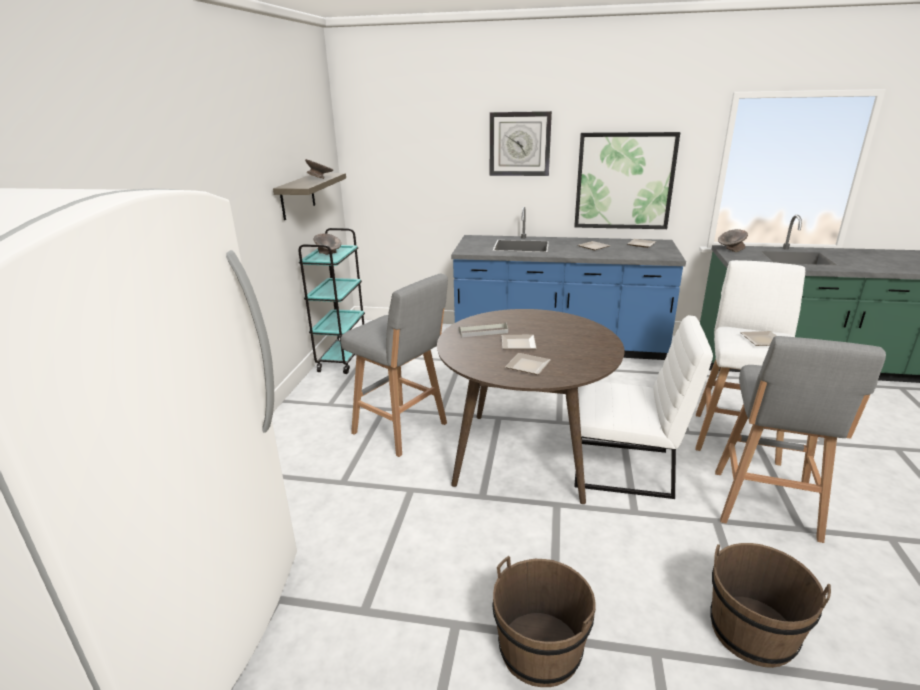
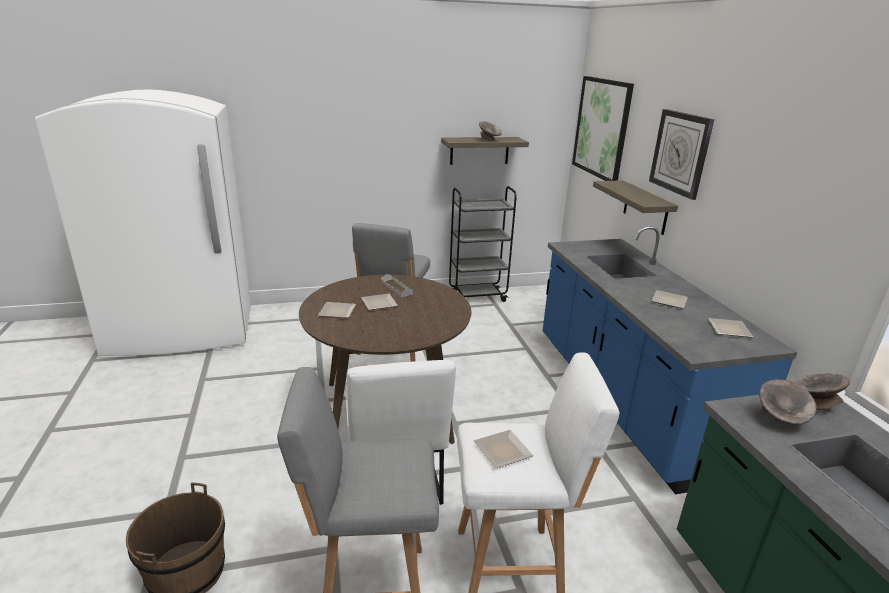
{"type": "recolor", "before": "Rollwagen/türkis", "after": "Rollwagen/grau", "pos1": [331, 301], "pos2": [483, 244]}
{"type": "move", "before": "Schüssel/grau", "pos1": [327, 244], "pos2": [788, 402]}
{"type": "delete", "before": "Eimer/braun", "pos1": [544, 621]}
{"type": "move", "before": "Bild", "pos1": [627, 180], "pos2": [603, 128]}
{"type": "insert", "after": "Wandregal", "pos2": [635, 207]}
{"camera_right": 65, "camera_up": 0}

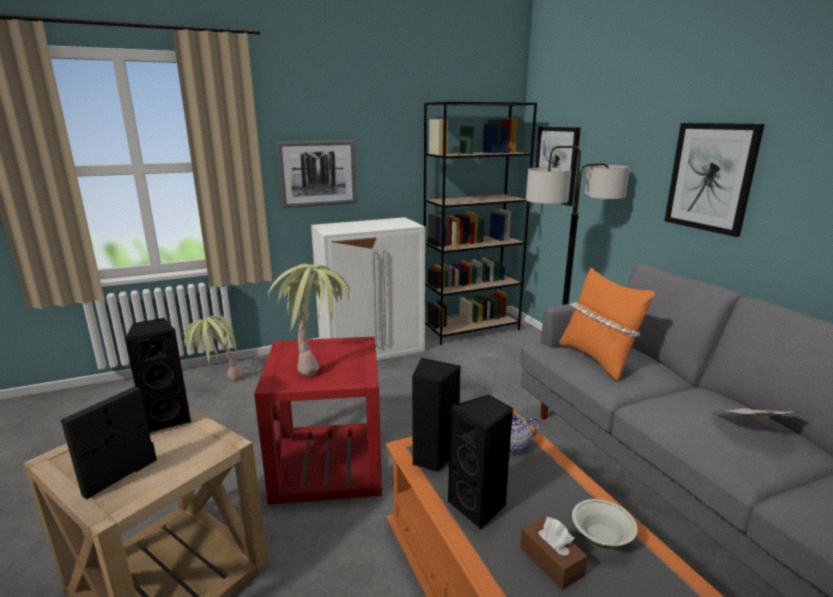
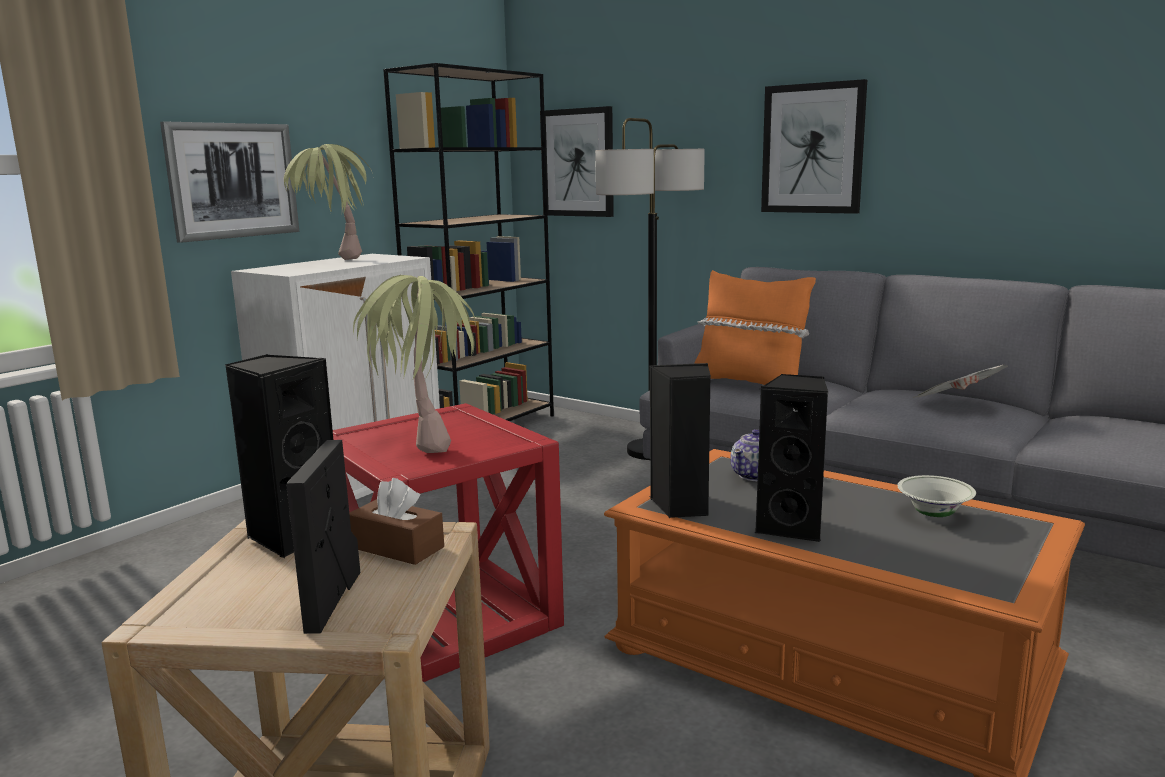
{"type": "move", "before": "Topfpflanze", "pos1": [212, 347], "pos2": [328, 202]}
{"type": "move", "before": "Taschentuchbox/braun", "pos1": [554, 553], "pos2": [396, 521]}
{"camera_right": -30, "camera_up": -5}

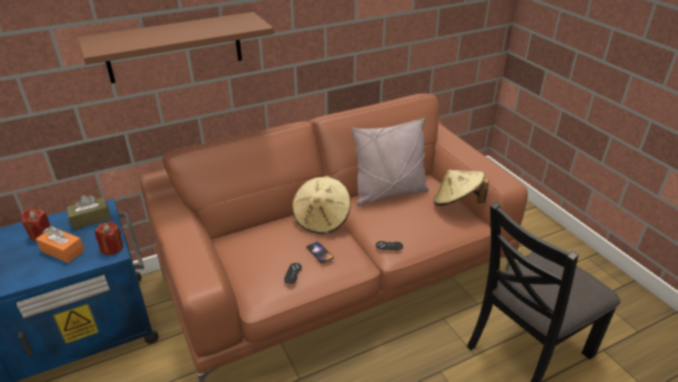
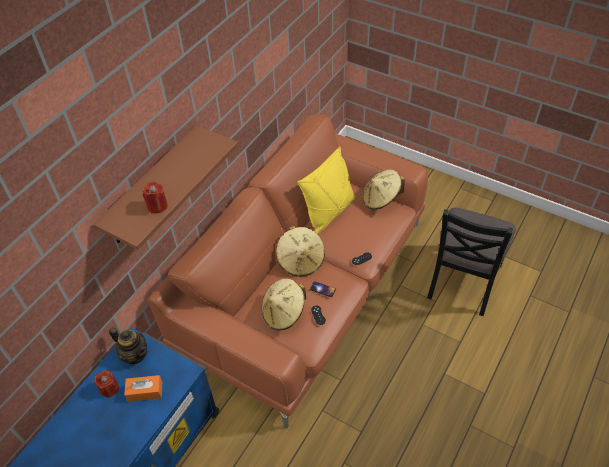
{"type": "replace", "before": "Taschentuchbox/braun", "after": "Teekanne", "pos1": [88, 212], "pos2": [128, 345]}
{"type": "move", "before": "Kerze/rot", "pos1": [109, 238], "pos2": [155, 198]}
{"type": "recolor", "before": "Kissen/lila", "after": "Kissen/gelb", "pos1": [390, 162], "pos2": [326, 190]}
{"type": "insert", "after": "Hut/beige", "pos2": [283, 304]}
{"camera_right": -30, "camera_up": 15}

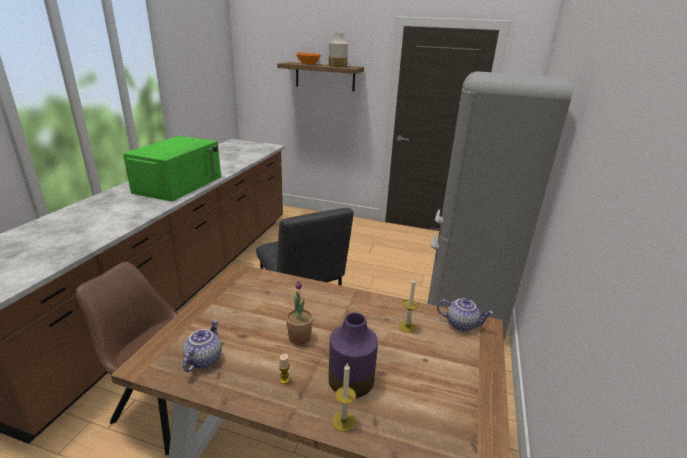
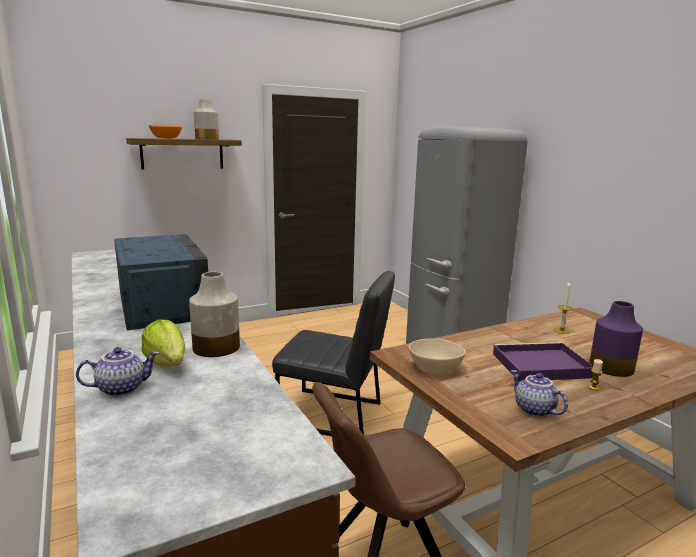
{"type": "recolor", "before": "Mikrowelle/grün", "after": "Mikrowelle/blau", "pos1": [172, 169], "pos2": [161, 282]}
{"type": "replace", "before": "Topfpflanze", "after": "Tablett/lila", "pos1": [299, 313], "pos2": [543, 361]}
{"type": "delete", "before": "Kerze", "pos1": [344, 397]}
{"type": "move", "before": "Teekanne", "pos1": [465, 314], "pos2": [117, 371]}
{"type": "insert", "after": "Salatkopf", "pos2": [163, 343]}
{"type": "insert", "after": "Vase/beige", "pos2": [214, 314]}
{"type": "insert", "after": "Schüssel/beige", "pos2": [437, 355]}
{"camera_right": -45, "camera_up": -10}

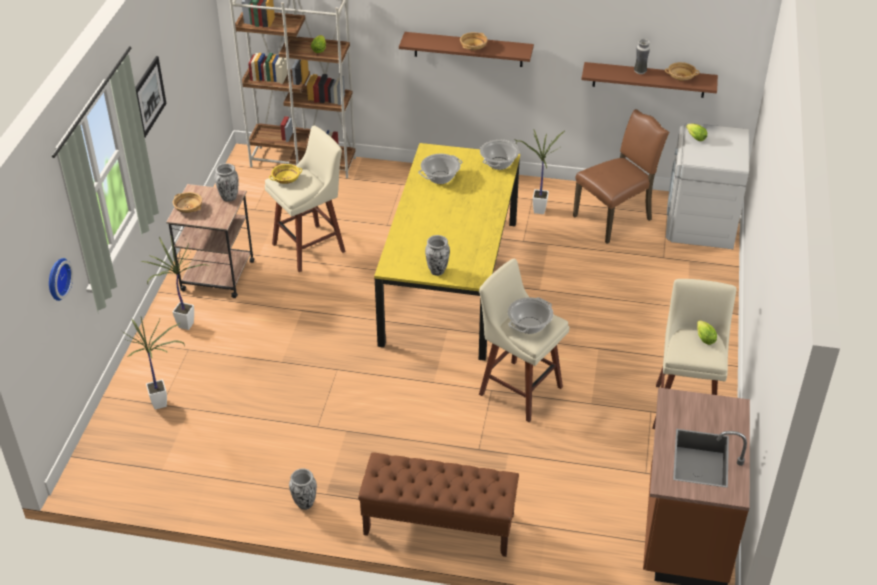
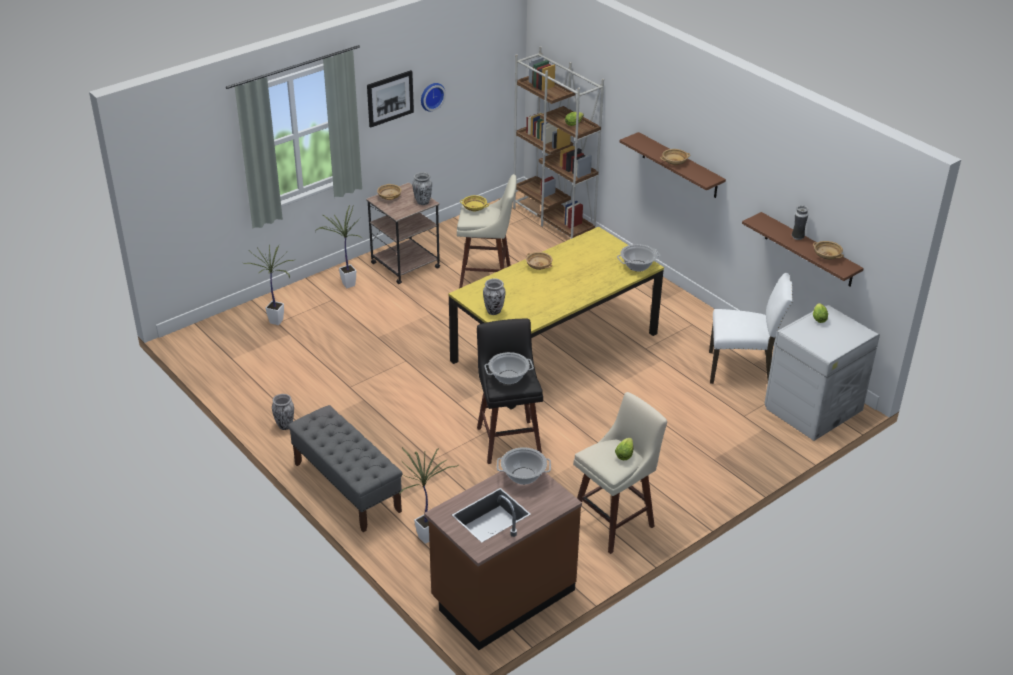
{"type": "move", "before": "Wanduhr", "pos1": [61, 279], "pos2": [433, 97]}
{"type": "recolor", "before": "Bank/braun", "after": "Bank/grau", "pos1": [438, 504], "pos2": [345, 468]}
{"type": "move", "before": "Kochtopf", "pos1": [440, 169], "pos2": [524, 466]}
{"type": "recolor", "before": "Hocker/beige", "after": "Hocker/schwarz", "pos1": [524, 340], "pos2": [510, 391]}
{"type": "move", "before": "Topfpflanze", "pos1": [539, 172], "pos2": [428, 495]}
{"type": "recolor", "before": "Stuhl/braun", "after": "Stuhl/weiß", "pos1": [621, 176], "pos2": [751, 328]}
{"type": "insert", "after": "Schüssel/beige", "pos2": [539, 261]}
{"camera_right": 40, "camera_up": -5}

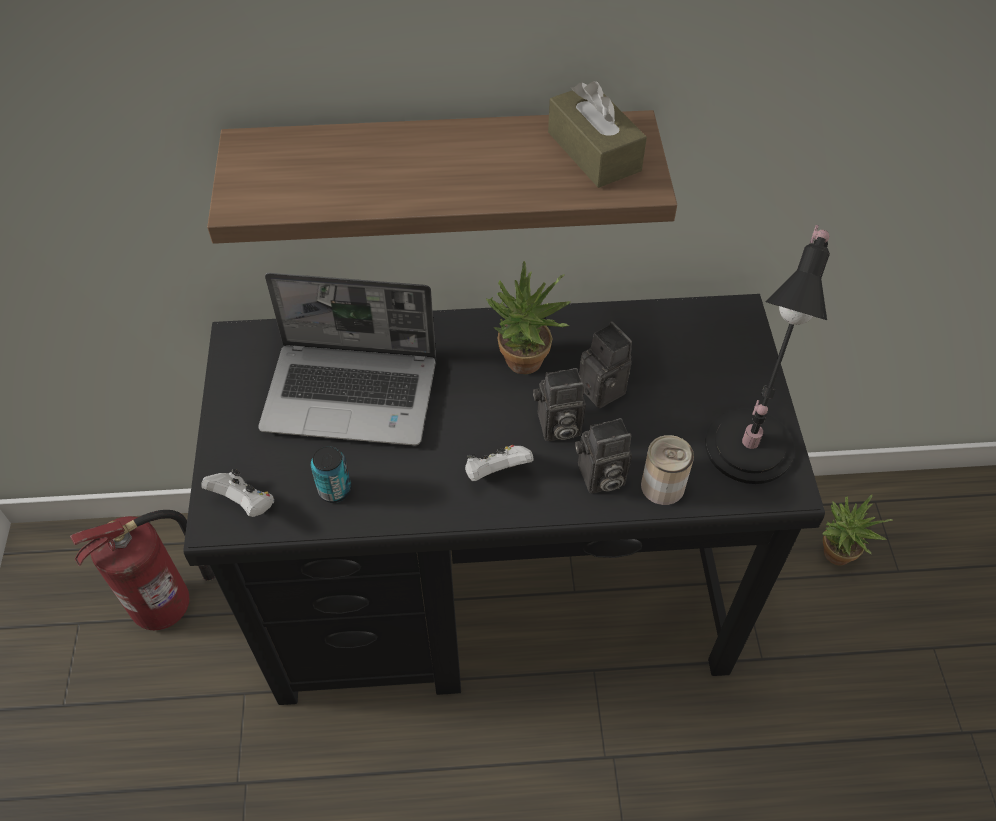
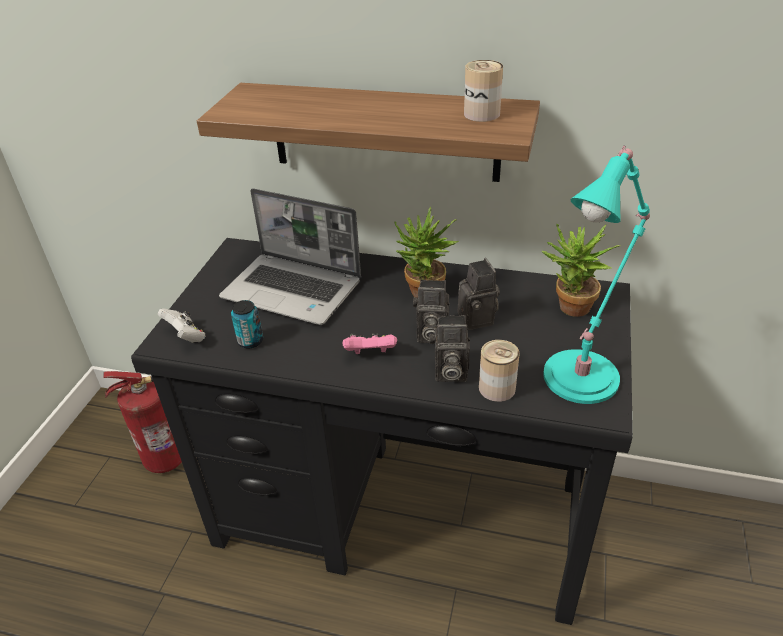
{"type": "recolor", "before": "Gamepad/weiß", "after": "Gamepad/rosa", "pos1": [499, 463], "pos2": [369, 343]}
{"type": "replace", "before": "Taschentuchbox/braun", "after": "Dose", "pos1": [597, 134], "pos2": [483, 91]}
{"type": "recolor", "before": "Tischlampe/schwarz", "after": "Tischlampe/türkis", "pos1": [767, 354], "pos2": [596, 275]}
{"type": "move", "before": "Topfpflanze", "pos1": [857, 530], "pos2": [581, 270]}
{"camera_right": 20, "camera_up": -15}

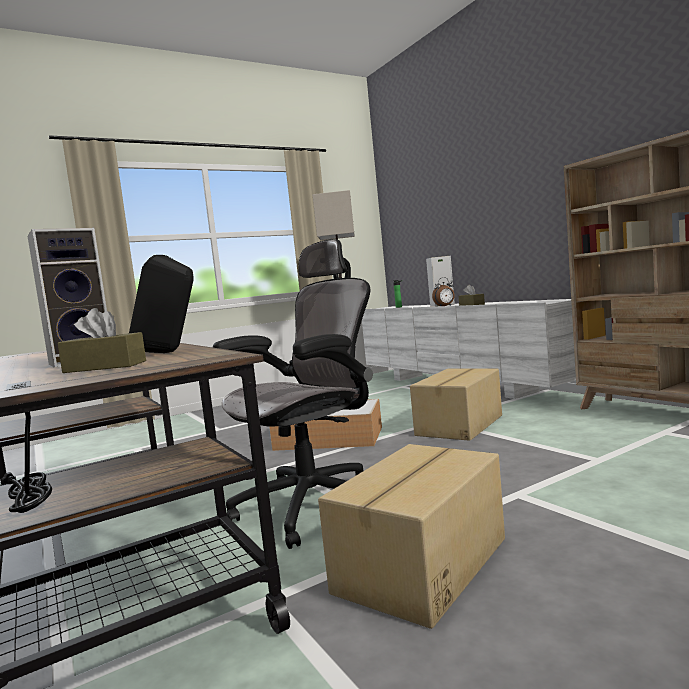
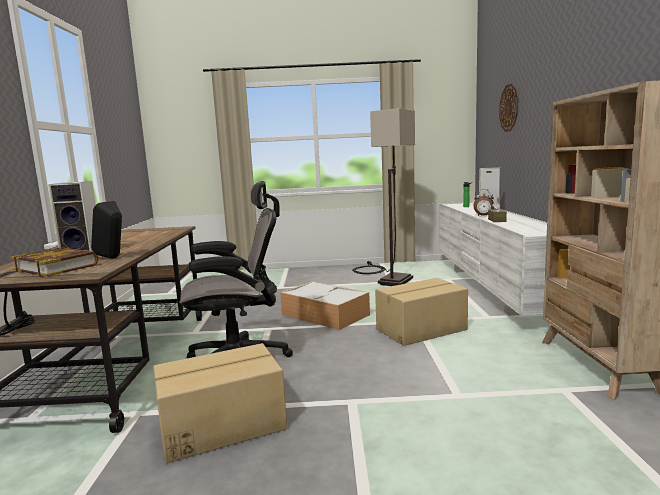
{"type": "replace", "before": "Taschentuchbox/braun", "after": "Buch", "pos1": [101, 340], "pos2": [55, 262]}
{"type": "insert", "after": "Wanduhr", "pos2": [508, 108]}
{"camera_right": 30, "camera_up": 5}

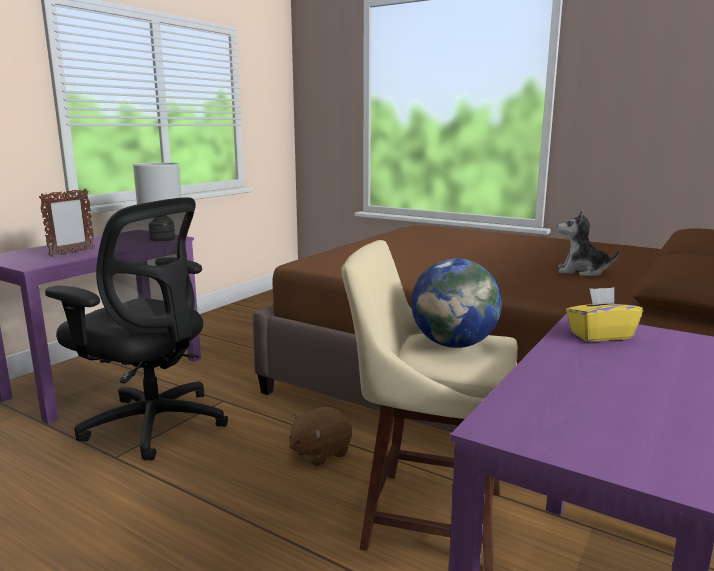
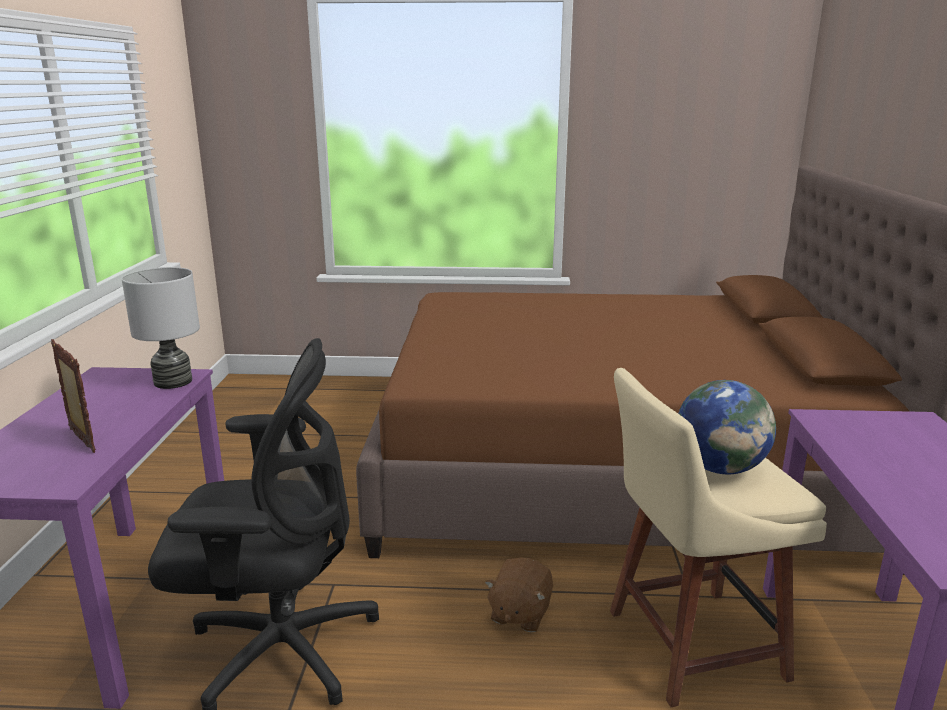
{"type": "rotate", "before": "Bilderrahmen", "pos1": [67, 223], "pos2": [73, 396], "turn": -45}
{"type": "delete", "before": "Plüschtier", "pos1": [588, 243]}
{"type": "delete", "before": "Taschentuchbox/gelb", "pos1": [604, 314]}
{"camera_right": -30, "camera_up": 5}

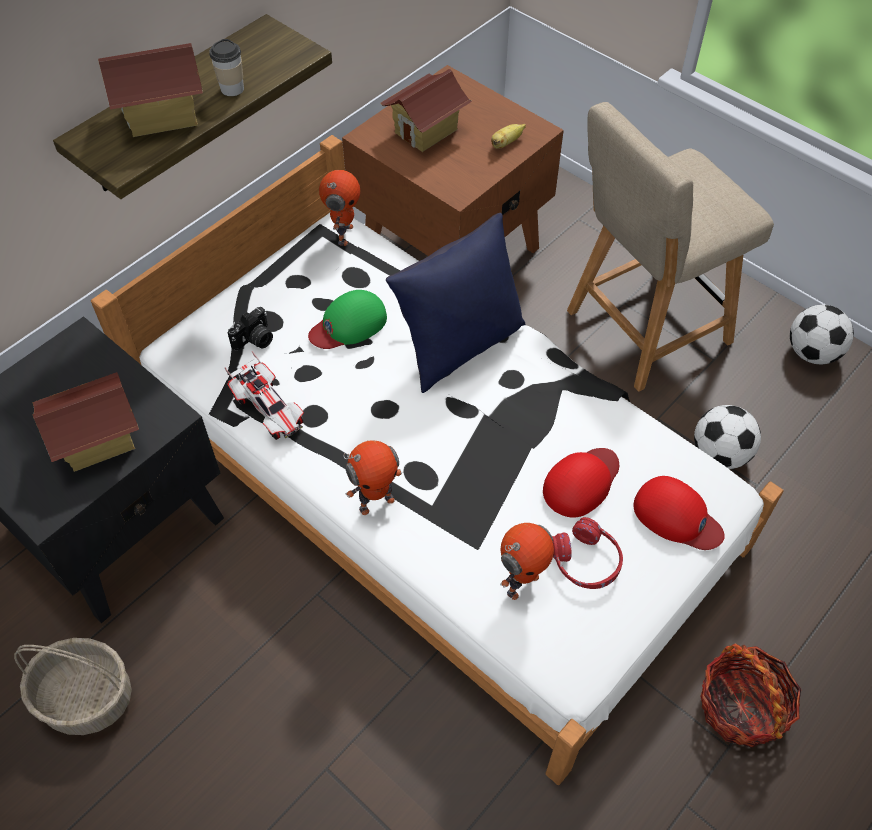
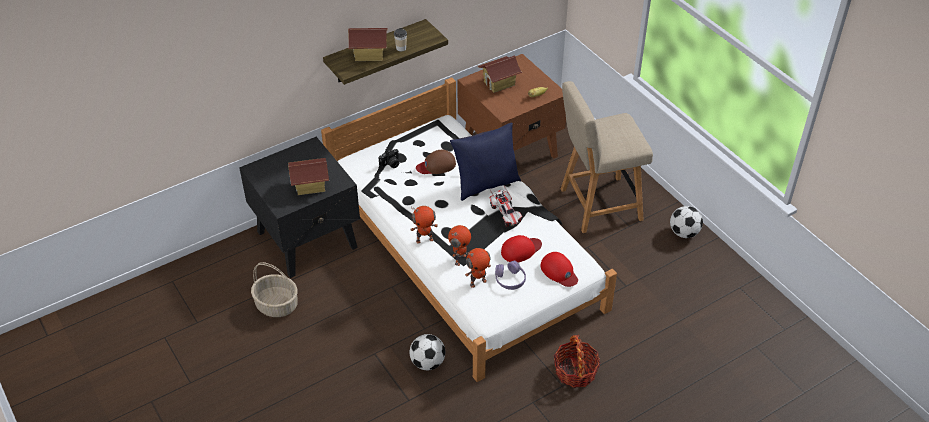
{"type": "move", "before": "Spielzeugauto", "pos1": [264, 395], "pos2": [505, 206]}
{"type": "recolor", "before": "Kappe/grün", "after": "Kappe/braun", "pos1": [347, 319], "pos2": [436, 162]}
{"type": "move", "before": "Spielzeugroboter", "pos1": [339, 208], "pos2": [459, 245]}
{"type": "recolor", "before": "Kopfhörer/rot", "after": "Kopfhörer/lila", "pos1": [587, 553], "pos2": [510, 275]}
{"type": "move", "before": "Fußball", "pos1": [727, 437], "pos2": [427, 352]}
{"camera_right": 15, "camera_up": -10}

